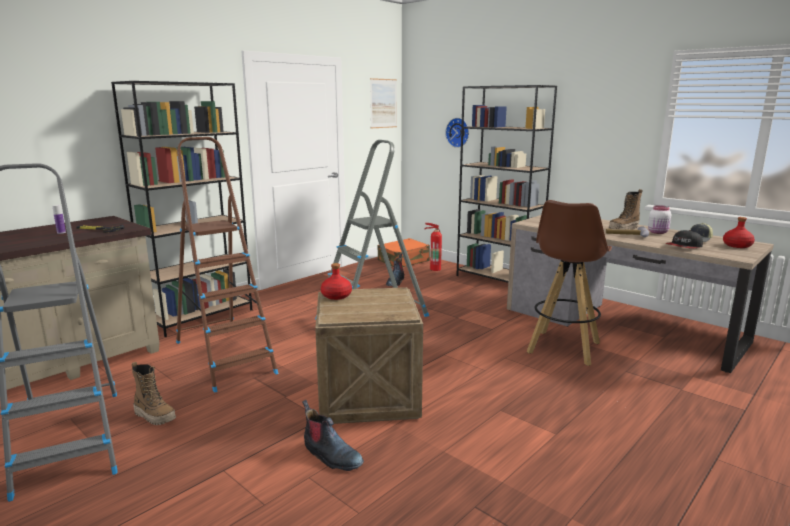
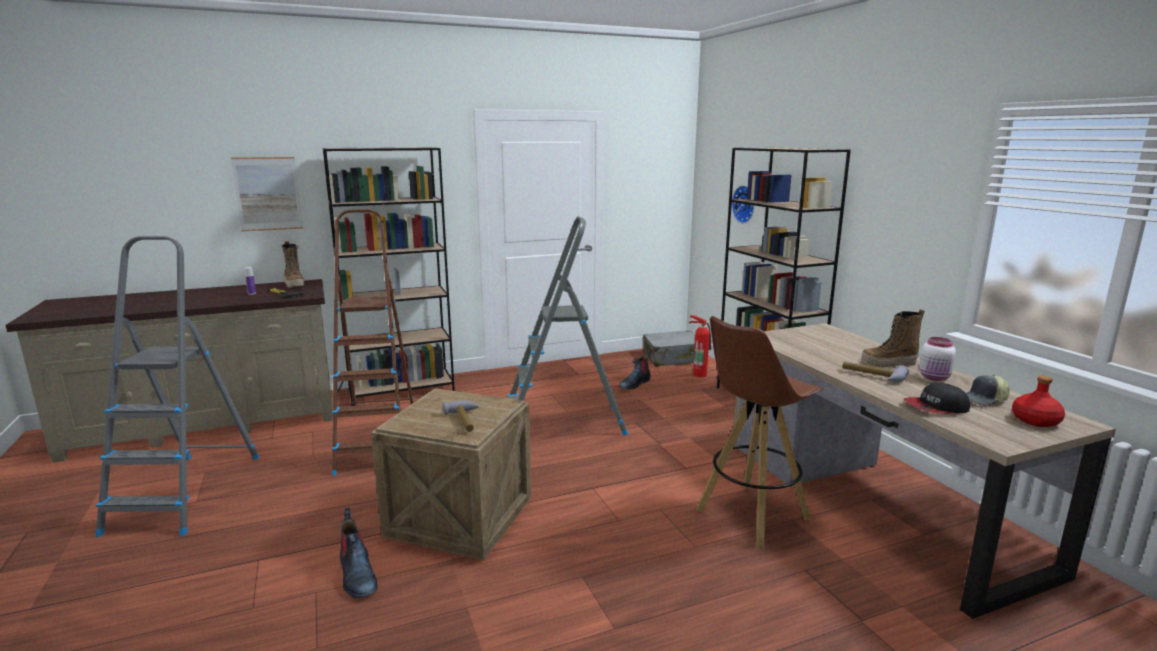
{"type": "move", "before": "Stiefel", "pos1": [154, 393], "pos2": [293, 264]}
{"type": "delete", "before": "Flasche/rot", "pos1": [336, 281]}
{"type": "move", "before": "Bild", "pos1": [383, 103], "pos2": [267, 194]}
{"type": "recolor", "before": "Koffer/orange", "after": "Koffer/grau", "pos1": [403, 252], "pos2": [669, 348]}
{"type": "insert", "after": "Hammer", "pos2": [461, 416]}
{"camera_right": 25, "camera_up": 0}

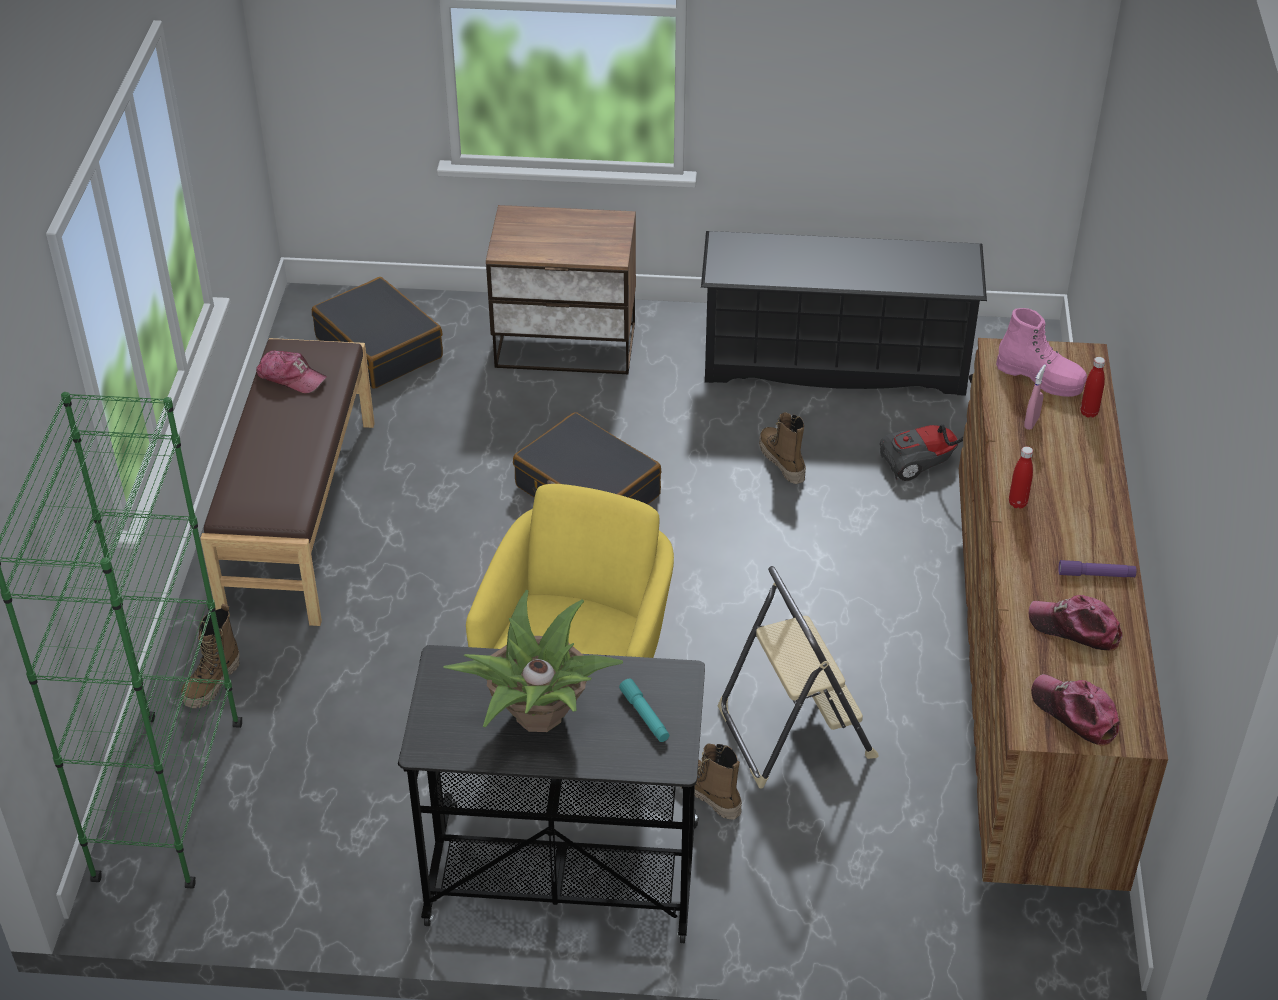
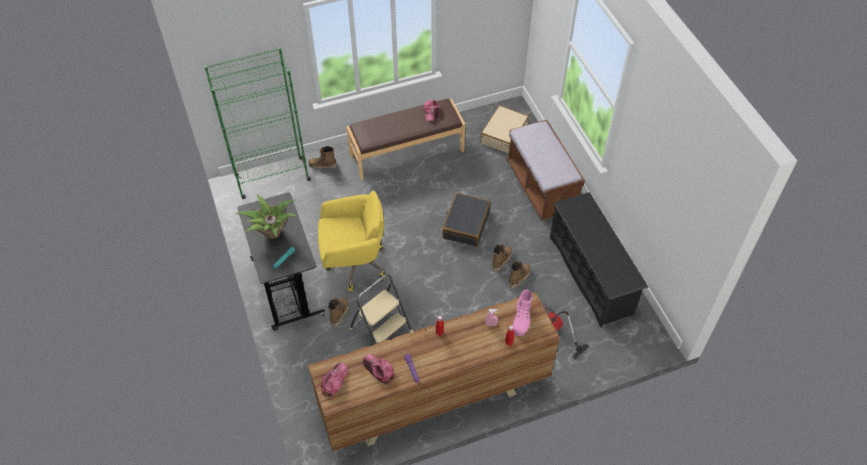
{"type": "recolor", "before": "Koffer/schwarz", "after": "Koffer/beige", "pos1": [377, 333], "pos2": [505, 130]}
{"type": "replace", "before": "Nachttisch", "after": "Bank/braun", "pos1": [561, 289], "pos2": [546, 170]}
{"type": "rotate", "before": "Kappe", "pos1": [1075, 623], "pos2": [378, 369], "turn": -45}
{"type": "insert", "after": "Stiefel", "pos2": [502, 258]}
{"camera_right": 65, "camera_up": 10}

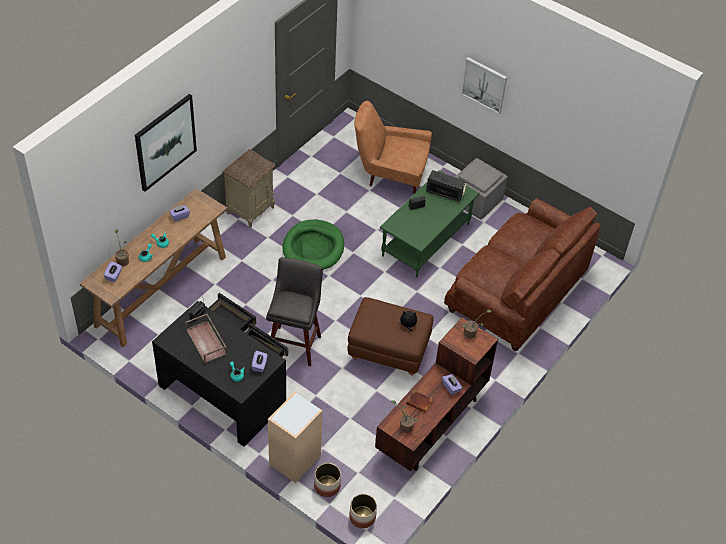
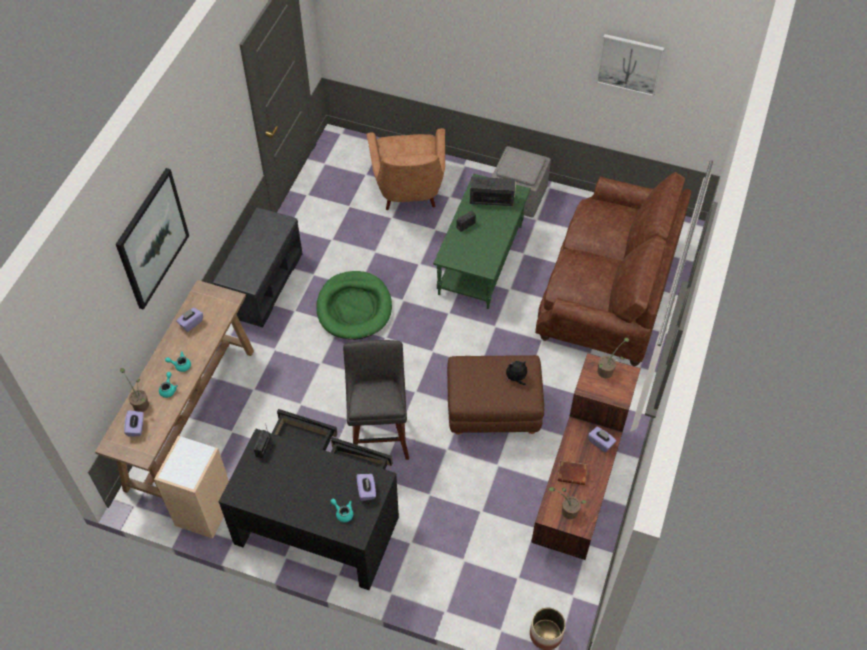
{"type": "delete", "before": "Tablett/braun", "pos1": [206, 338]}
{"type": "replace", "before": "Nachttisch/beige", "after": "Bank/grau", "pos1": [249, 188], "pos2": [258, 267]}
{"type": "move", "before": "Bücherregal", "pos1": [295, 437], "pos2": [191, 487]}
{"type": "delete", "before": "Pflanzkübel", "pos1": [327, 480]}
{"type": "rotate", "before": "Sessel/braun", "pos1": [393, 147], "pos2": [405, 169], "turn": -90}
{"type": "move", "before": "Bild", "pos1": [484, 85], "pos2": [630, 65]}
{"camera_right": -15, "camera_up": 5}

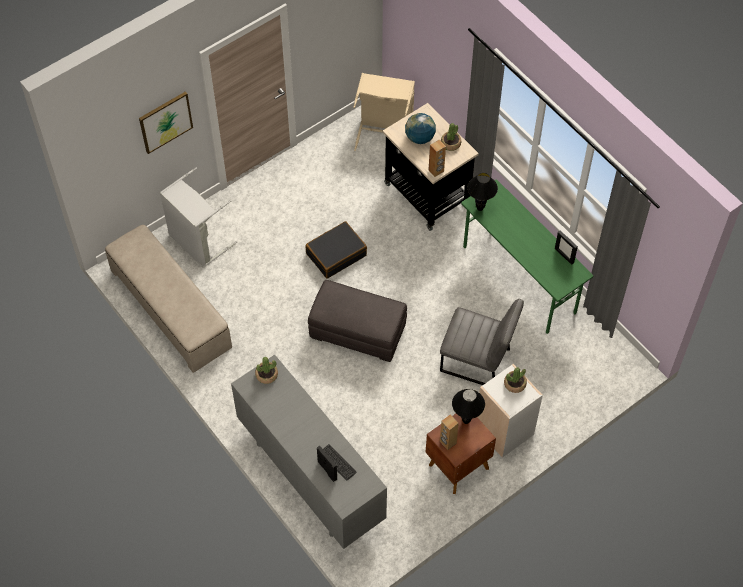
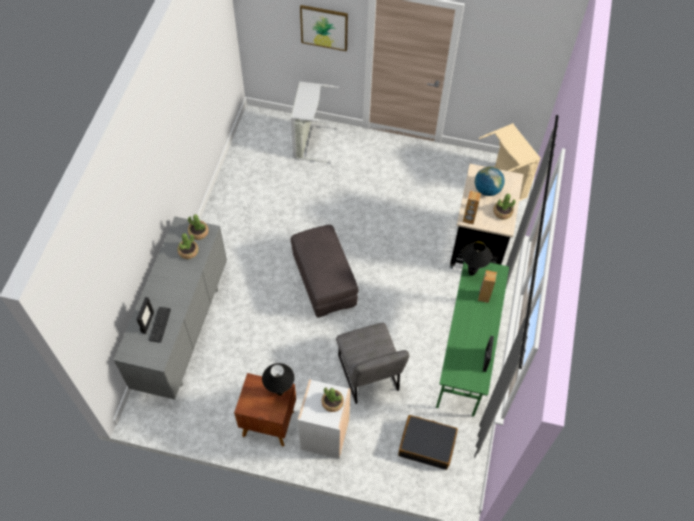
{"type": "delete", "before": "Bank/beige", "pos1": [168, 299]}
{"type": "move", "before": "Koffer/schwarz", "pos1": [336, 250], "pos2": [428, 442]}
{"type": "move", "before": "Lautsprecher/braun", "pos1": [449, 432], "pos2": [487, 286]}
{"type": "insert", "after": "Topfpflanze", "pos2": [187, 246]}
{"camera_right": 50, "camera_up": 0}

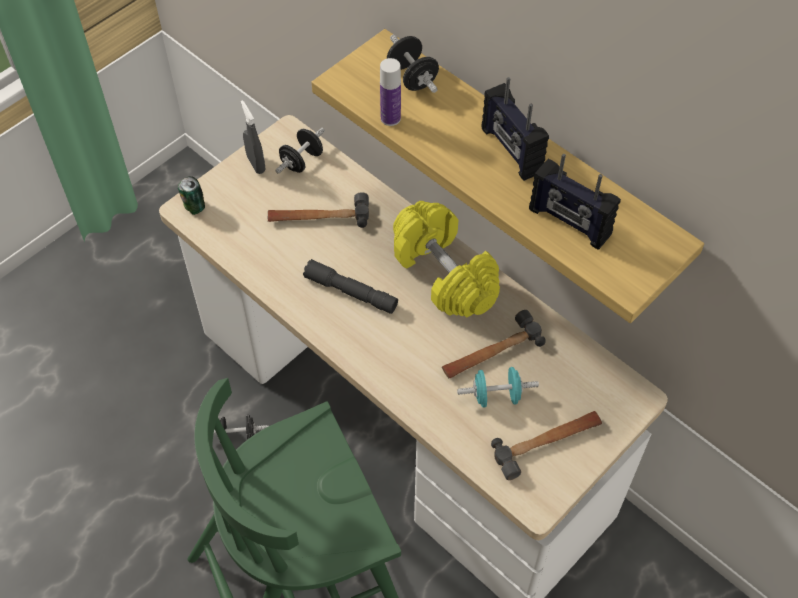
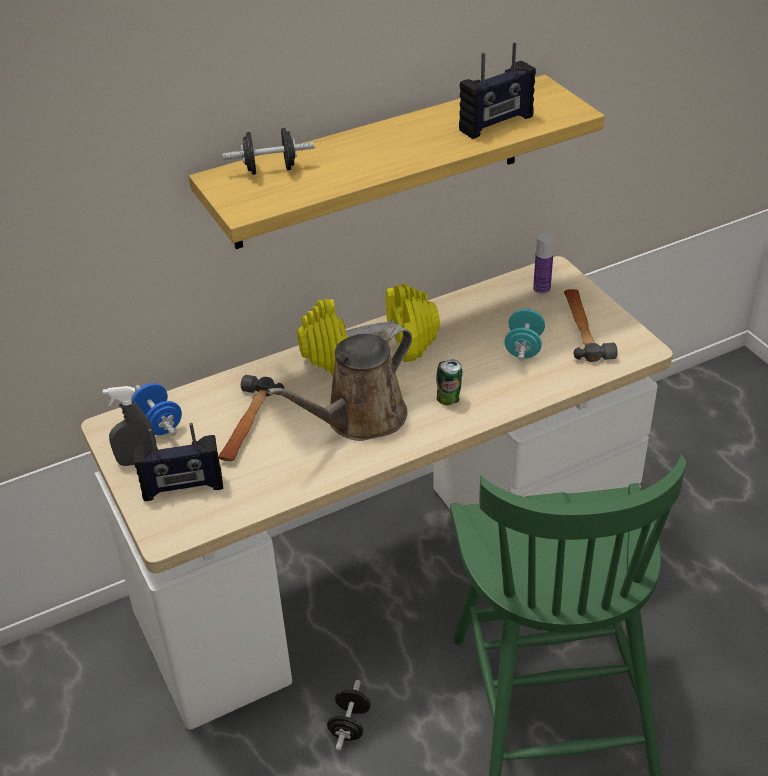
{"type": "move", "before": "Dose", "pos1": [191, 195], "pos2": [449, 382]}
{"type": "recolor", "before": "Hantel/schwarz", "after": "Hantel/blau", "pos1": [300, 151], "pos2": [156, 409]}
{"type": "replace", "before": "Taschenlampe/grau", "after": "Gießkanne/braun", "pos1": [350, 286], "pos2": [339, 382]}
{"type": "move", "before": "Flasche", "pos1": [390, 92], "pos2": [543, 263]}
{"type": "delete", "before": "Hammer", "pos1": [494, 344]}
{"type": "move", "before": "Radio", "pos1": [515, 129], "pos2": [178, 462]}
{"camera_right": -70, "camera_up": -15}

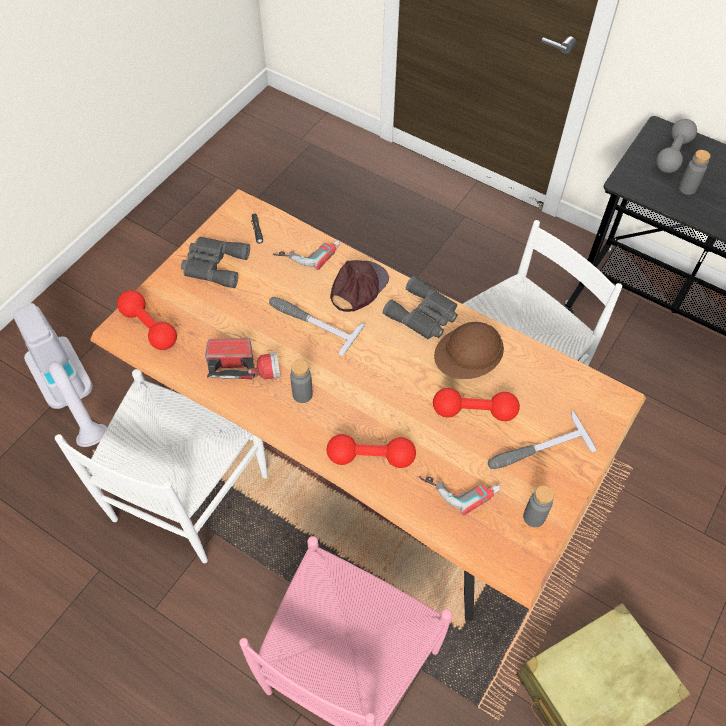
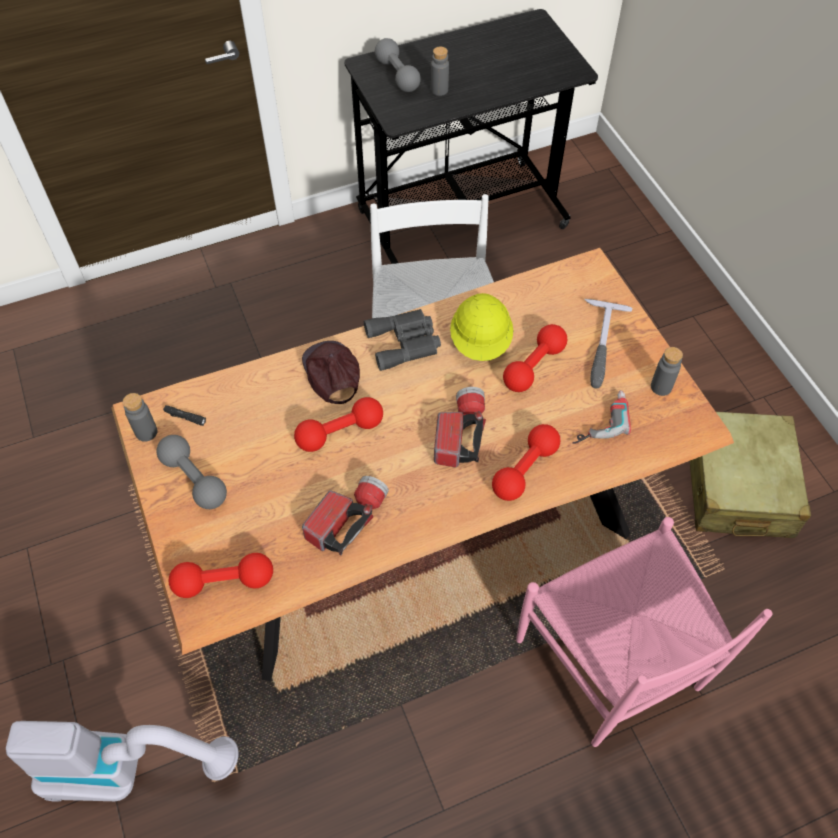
{"type": "delete", "before": "Stuhl/weiß", "pos1": [161, 466]}
{"type": "replace", "before": "Fernglas/grau", "after": "Hantel/grau", "pos1": [215, 262], "pos2": [191, 472]}
{"type": "replace", "before": "Hammer", "after": "Hantel/rot", "pos1": [317, 326], "pos2": [338, 424]}
{"type": "delete", "before": "Bohrmaschine", "pos1": [306, 255]}
{"type": "move", "before": "Flasche/grau", "pos1": [301, 381], "pos2": [140, 417]}
{"type": "recolor", "before": "Schutzhelm/braun", "after": "Schutzhelm/gelb", "pos1": [469, 350], "pos2": [481, 327]}
{"type": "insert", "after": "Taschenlampe", "pos2": [460, 427]}
{"camera_right": -55, "camera_up": 0}

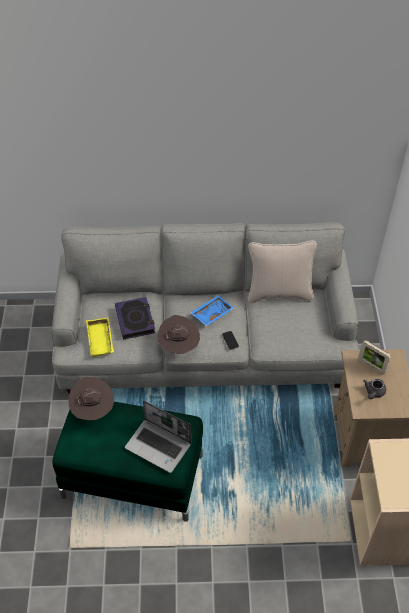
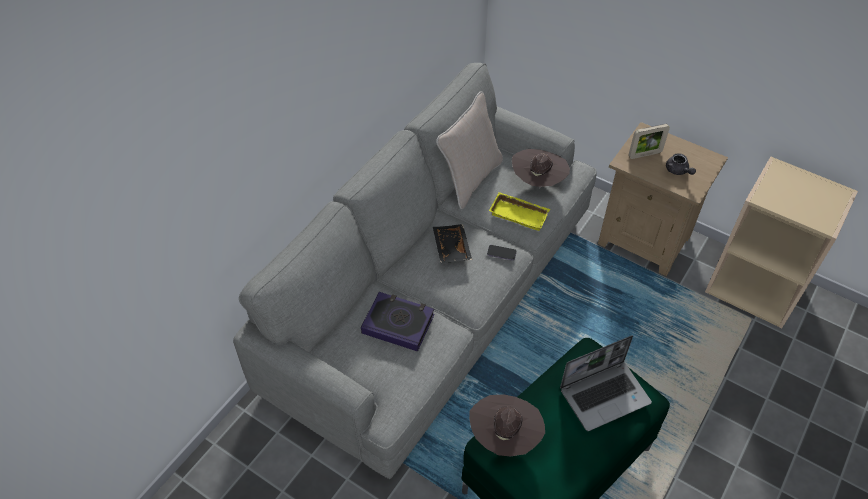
{"type": "move", "before": "Tablett/gelb", "pos1": [100, 337], "pos2": [519, 211]}
{"type": "move", "before": "Hut/braun", "pos1": [179, 334], "pos2": [541, 169]}
{"type": "recolor", "before": "Tablett/blau", "after": "Tablett/schwarz", "pos1": [212, 310], "pos2": [452, 243]}
{"camera_right": -55, "camera_up": 0}

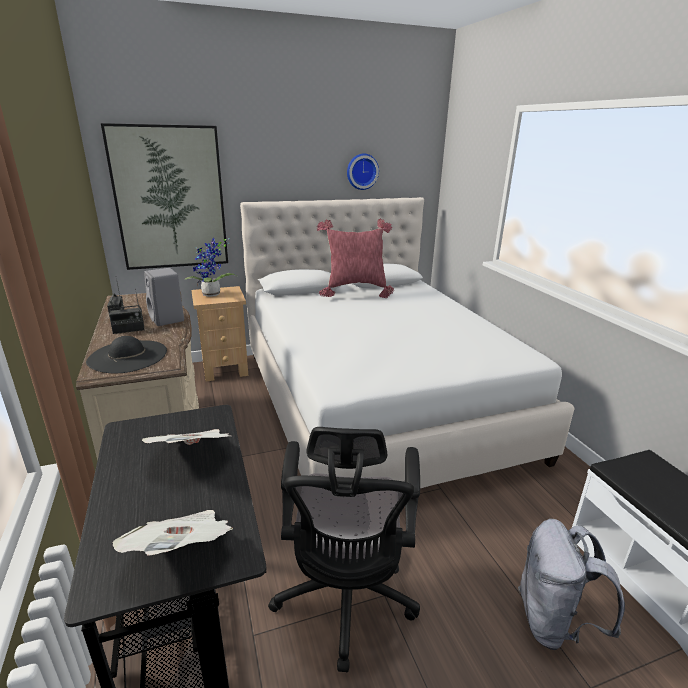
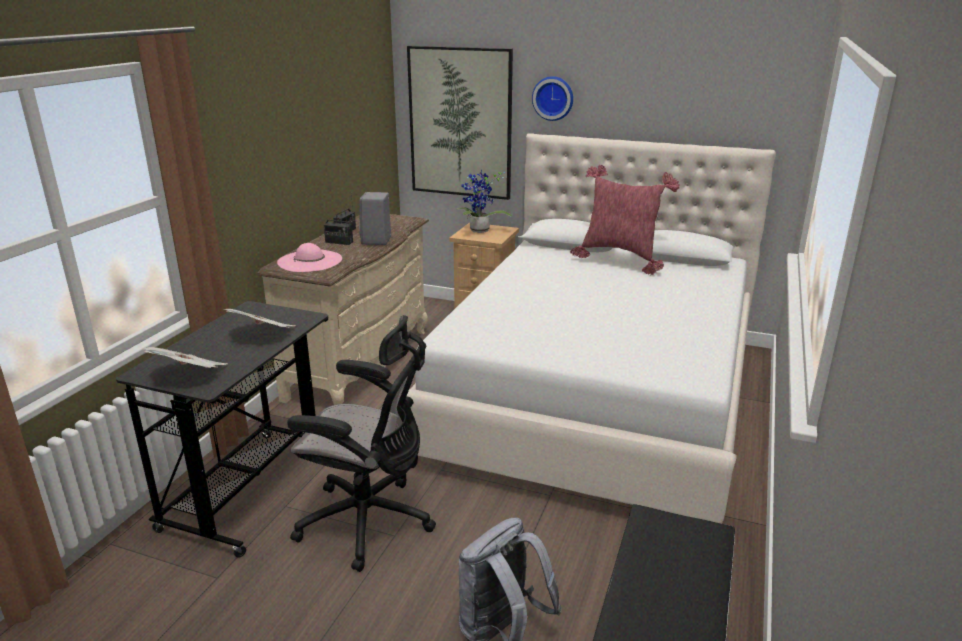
{"type": "recolor", "before": "Hut/schwarz", "after": "Hut/rosa", "pos1": [126, 354], "pos2": [309, 257]}
{"type": "rotate", "before": "Bürostuhl", "pos1": [344, 550], "pos2": [361, 443], "turn": -120}
{"type": "move", "before": "Wanduhr", "pos1": [363, 172], "pos2": [552, 98]}
{"camera_right": 40, "camera_up": 0}

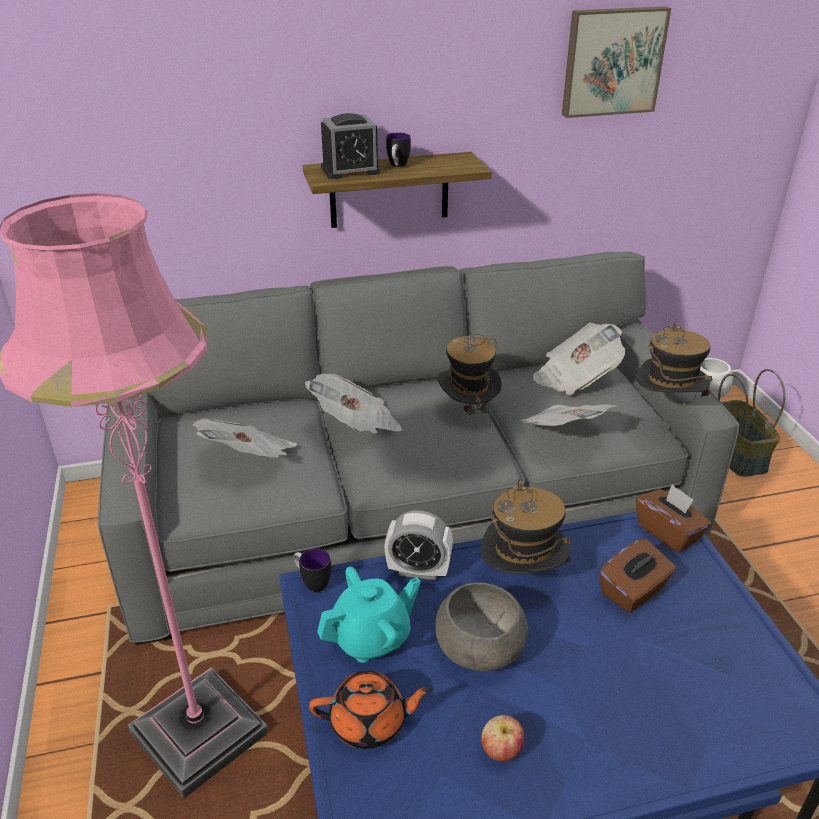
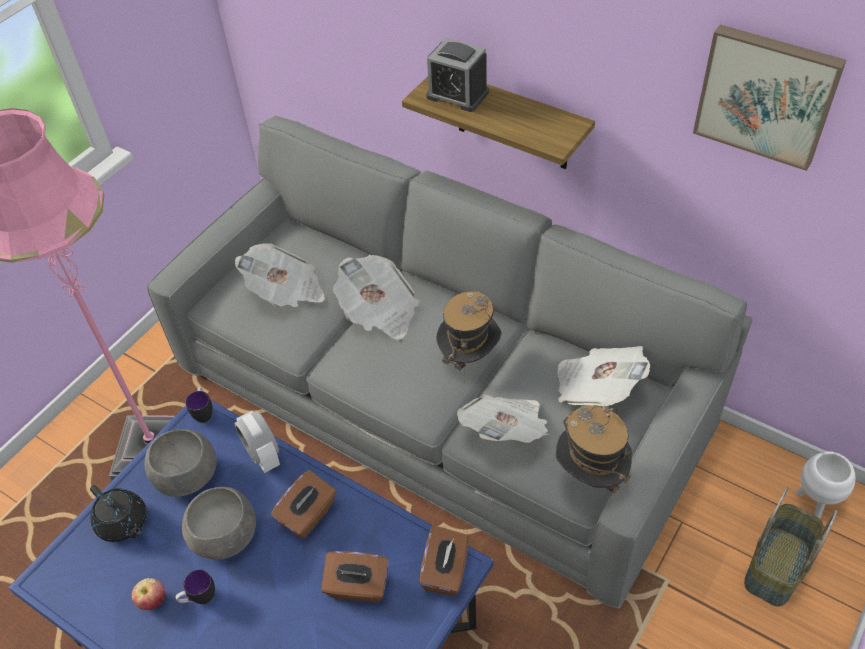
{"type": "recolor", "before": "Teekanne/orange", "after": "Teekanne/schwarz", "pos1": [371, 710], "pos2": [118, 513]}
{"type": "replace", "before": "Teekanne/türkis", "after": "Schüssel/grau", "pos1": [369, 615], "pos2": [181, 463]}
{"type": "move", "before": "Henkelbecher", "pos1": [398, 150], "pos2": [195, 586]}
{"type": "replace", "before": "Hut", "after": "Taschentuchbox/braun", "pos1": [526, 526], "pos2": [303, 504]}
{"camera_right": 50, "camera_up": 15}

